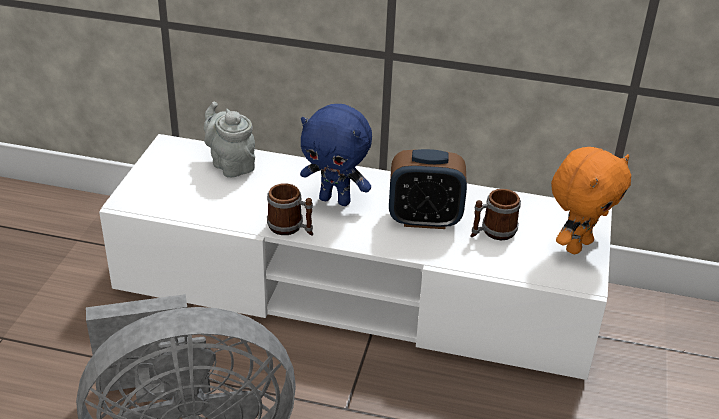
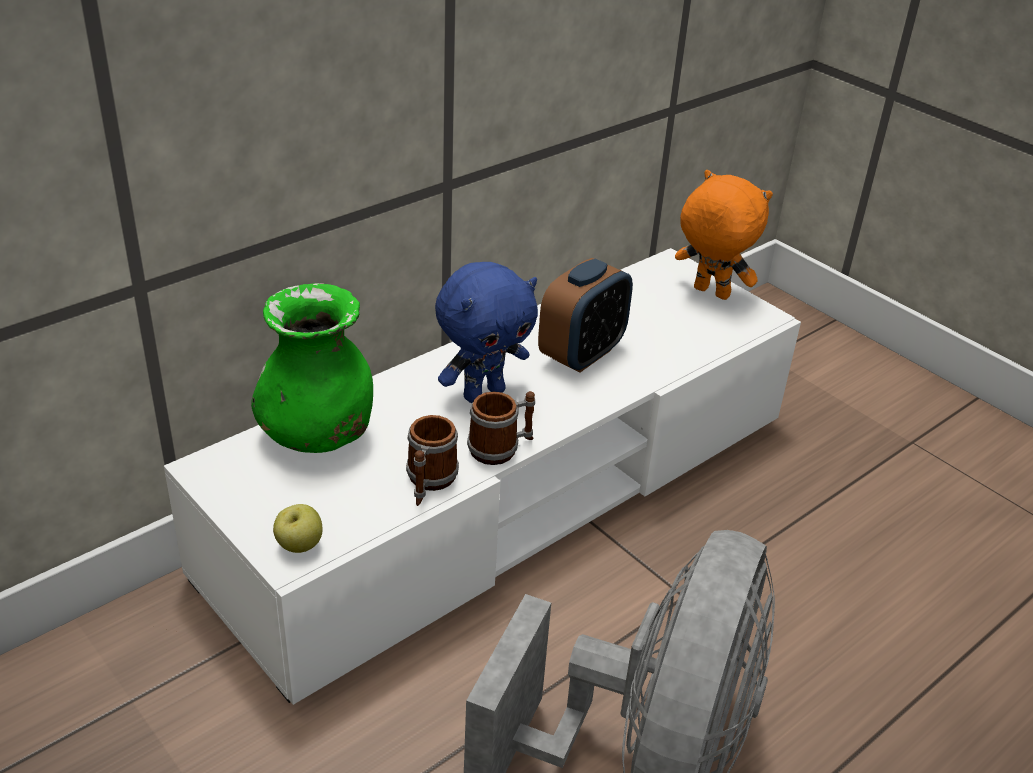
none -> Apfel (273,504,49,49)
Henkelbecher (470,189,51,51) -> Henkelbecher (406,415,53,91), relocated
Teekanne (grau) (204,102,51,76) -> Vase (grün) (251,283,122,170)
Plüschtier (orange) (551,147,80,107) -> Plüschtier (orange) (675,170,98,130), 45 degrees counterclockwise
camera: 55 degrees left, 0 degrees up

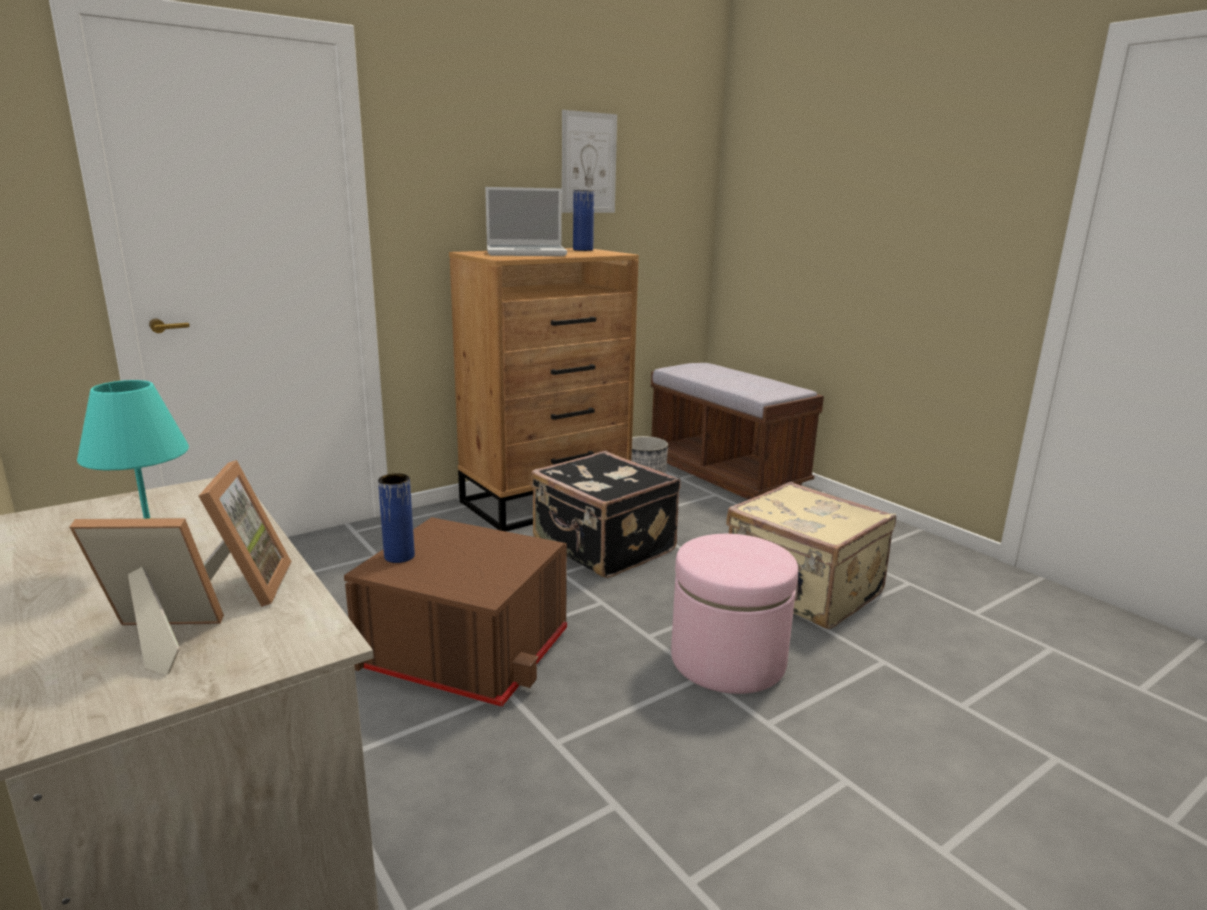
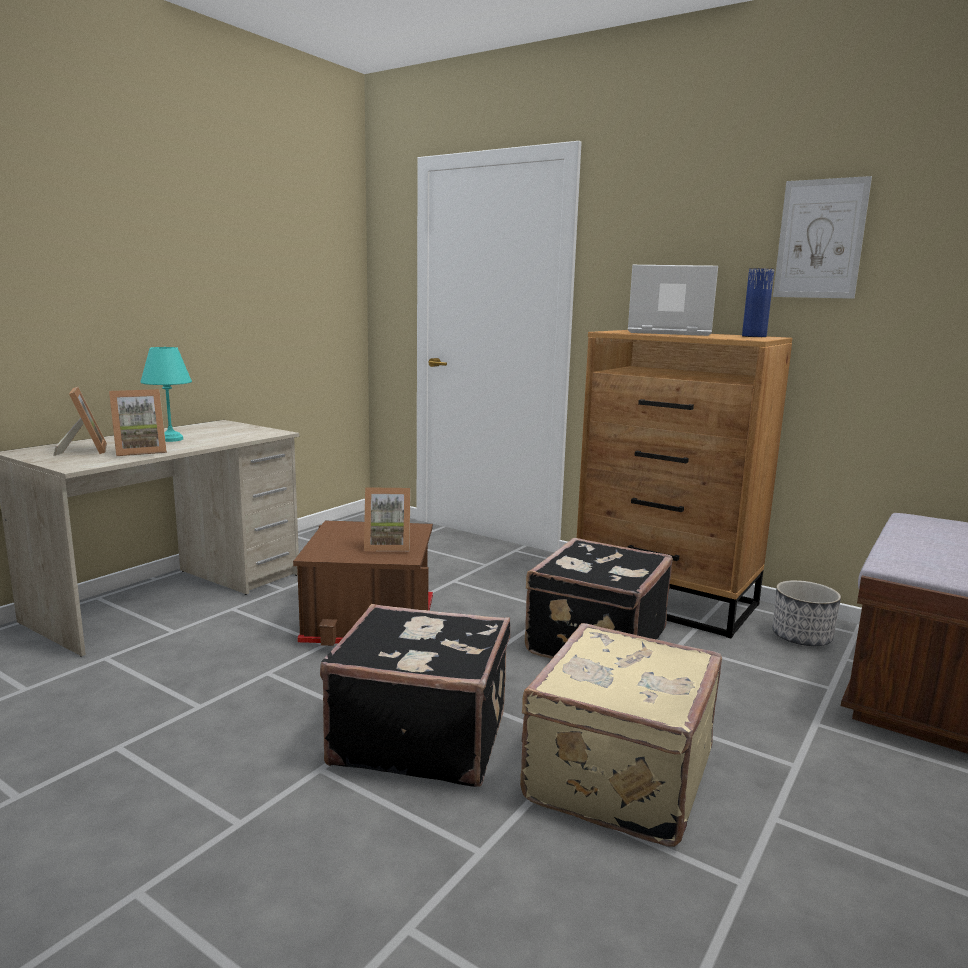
Vase (blau) (378,473,37,90) -> none
none -> Bilderrahmen (364,487,47,64)
Polsterhocker (rosa) (671,534,127,160) -> Koffer (schwarz) (320,604,190,183)
Laptop (485,187,82,69) -> Laptop (628,265,90,71), 135 degrees clockwise
camera: 70 degrees right, 5 degrees down

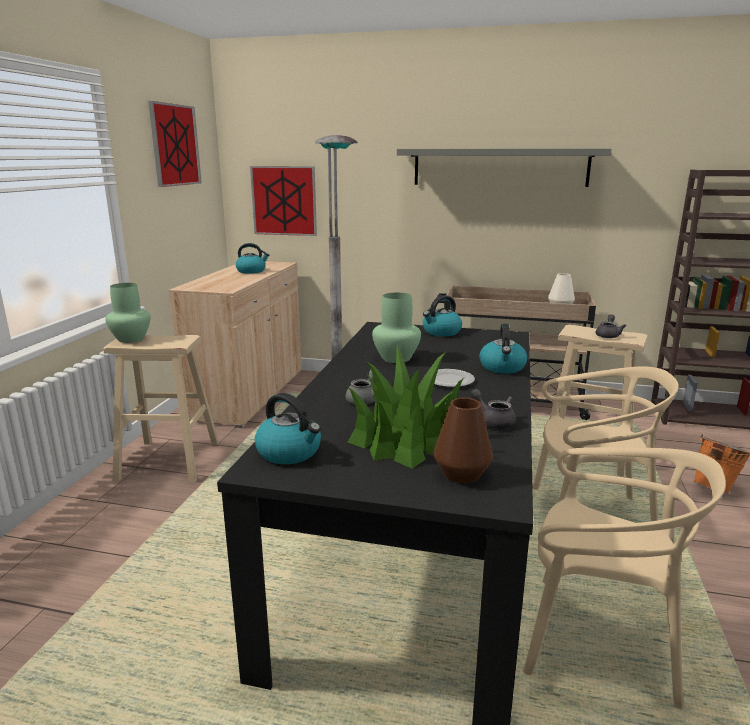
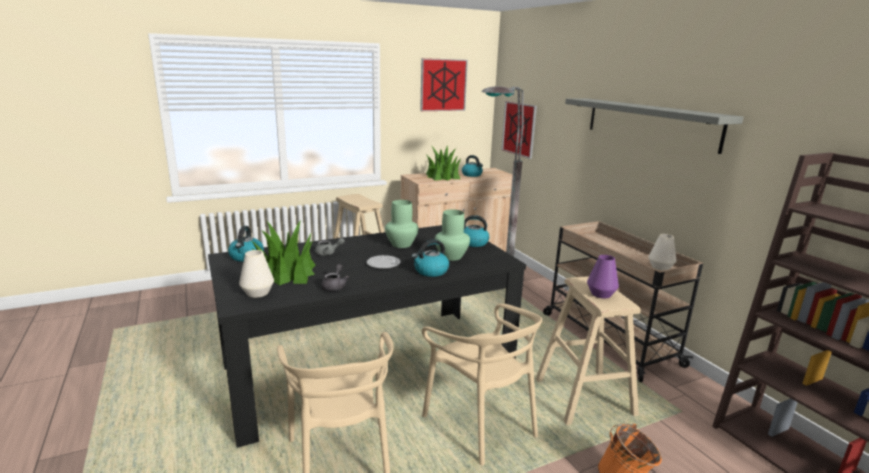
none -> Topfpflanze (426,145,35,36)
Vase (grün) (105,283,45,60) -> Vase (grün) (435,209,35,52), relocated
Teekanne (grau) (596,314,30,24) -> Vase (lila) (587,255,32,43)
Vase (braun) (433,398,60,85) -> Vase (weiß) (239,250,35,48)
camera: 50 degrees right, 0 degrees up

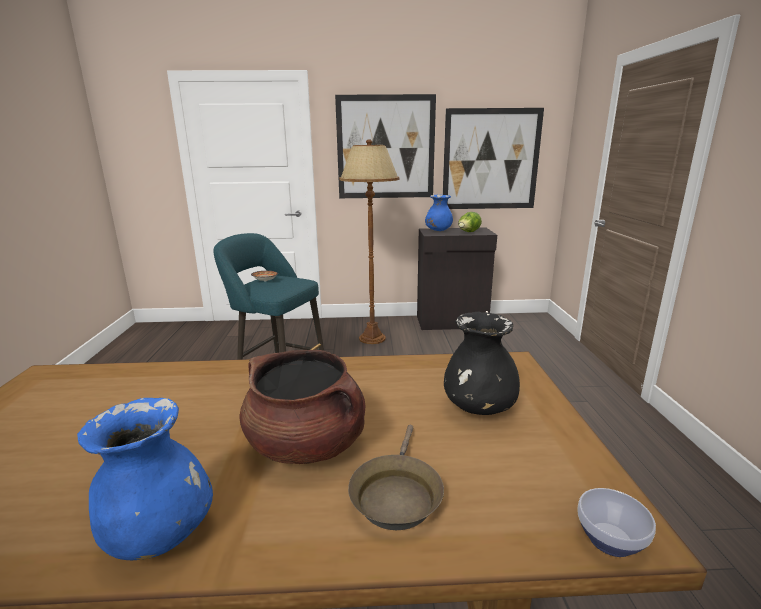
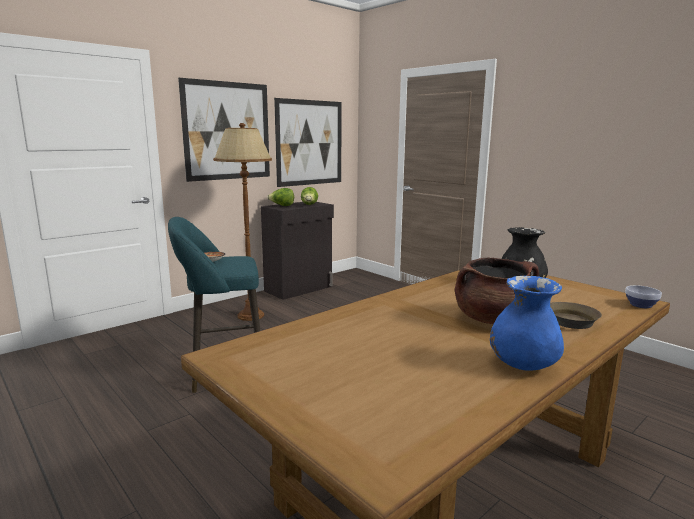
Vase (blau) (425,195,28,36) -> Salatkopf (267,188,27,18)
camera: 40 degrees left, 5 degrees down

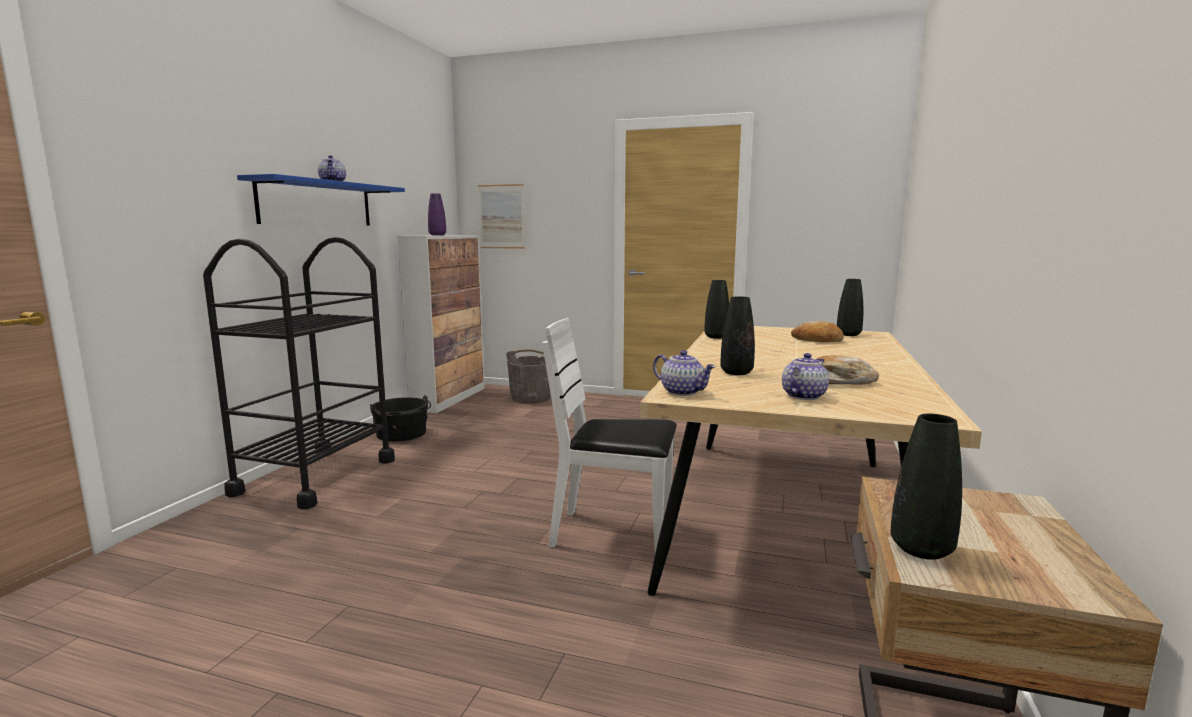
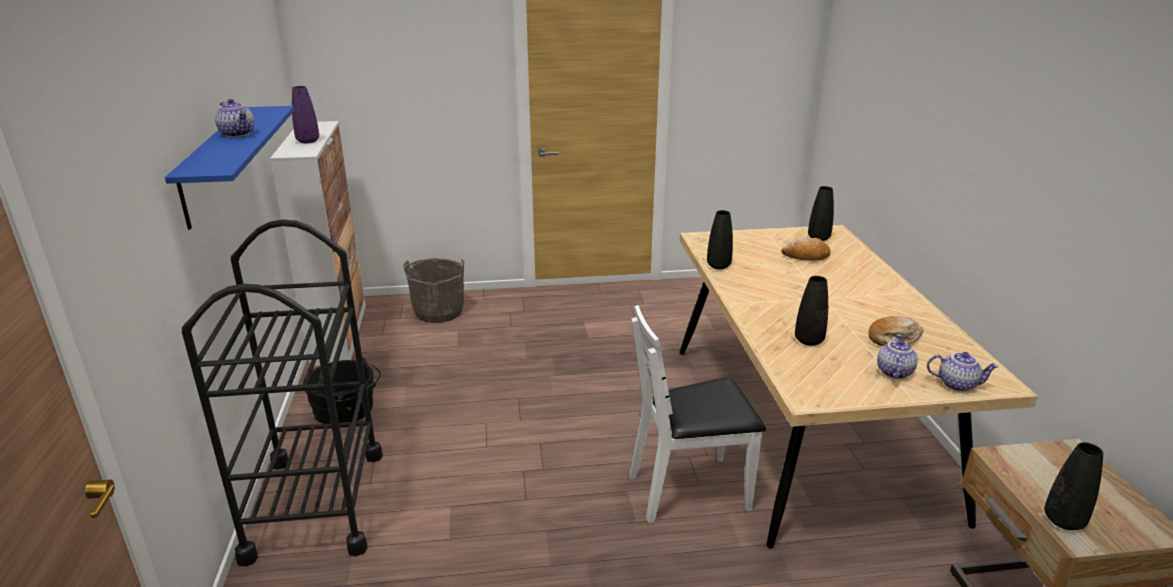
Bild (478,184,47,65) -> none
Teekanne (653,350,63,46) -> Teekanne (927,352,72,40), relocated
camera: 25 degrees left, 15 degrees up

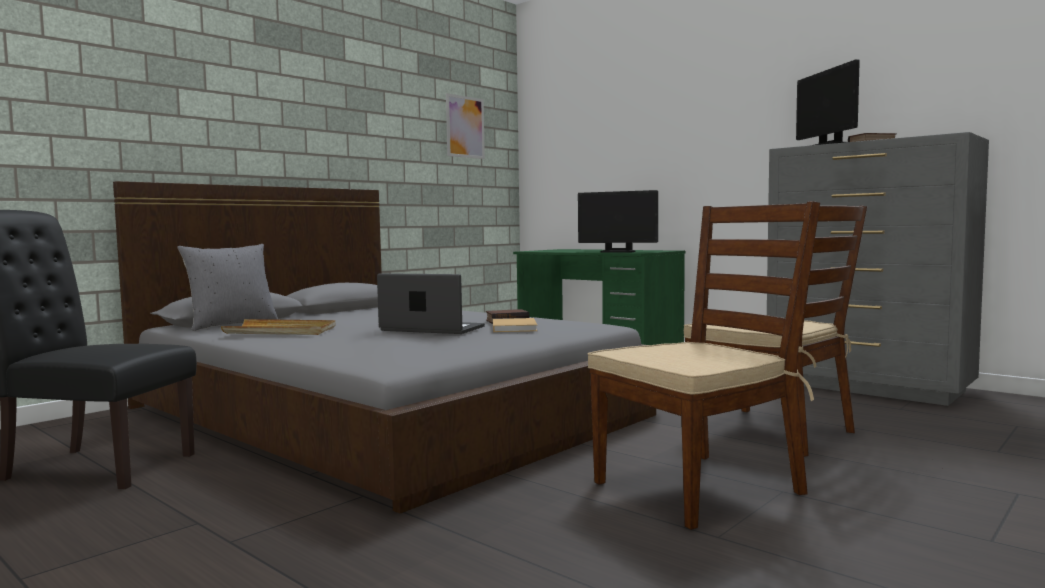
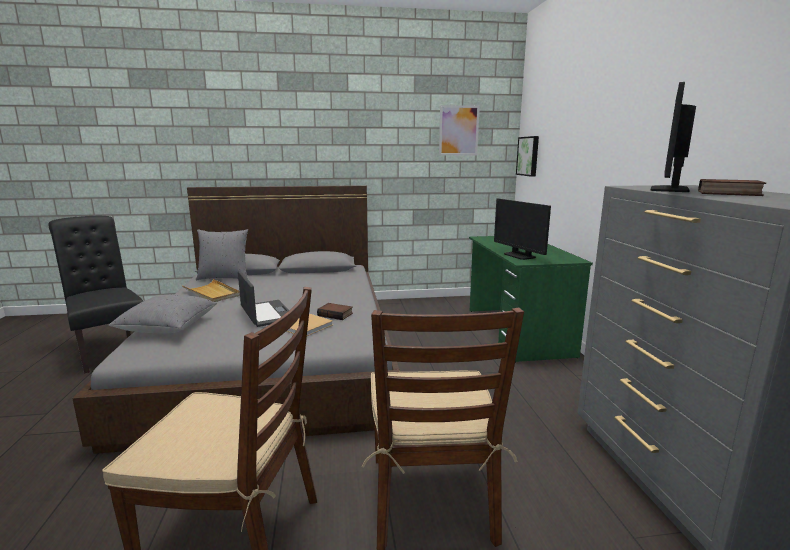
none -> Kissen (grau) (109,295,108,38)
none -> Bild (516,136,23,41)
camera: 40 degrees right, 10 degrees up

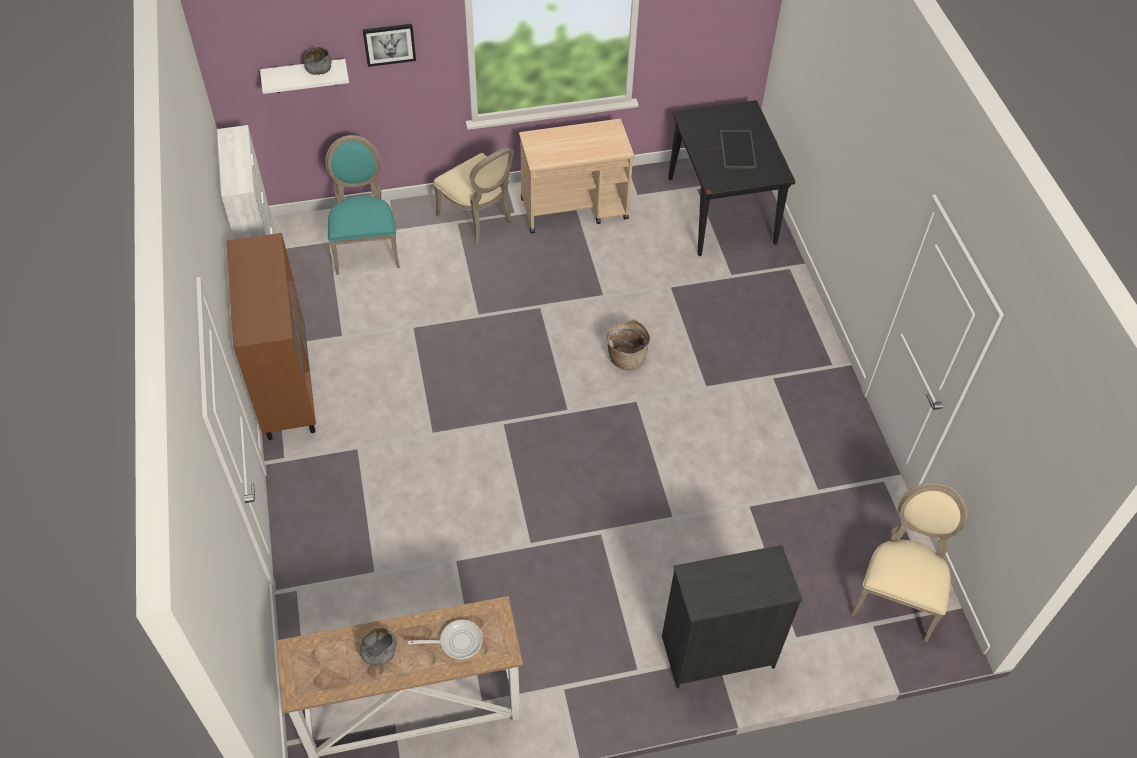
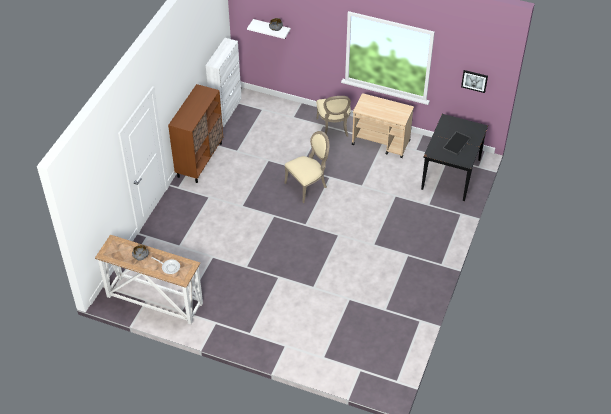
Stuhl (türkis) (325,135,75,140) -> none
Korb (606,320,44,50) -> none
Kommode (schwarz) (662,545,140,143) -> none
Bild (362,24,54,43) -> Bild (461,70,27,23), relocated
Stuhl (beige) (851,482,118,160) -> Stuhl (beige) (284,131,45,72), relocated
camera: 35 degrees right, 5 degrees down

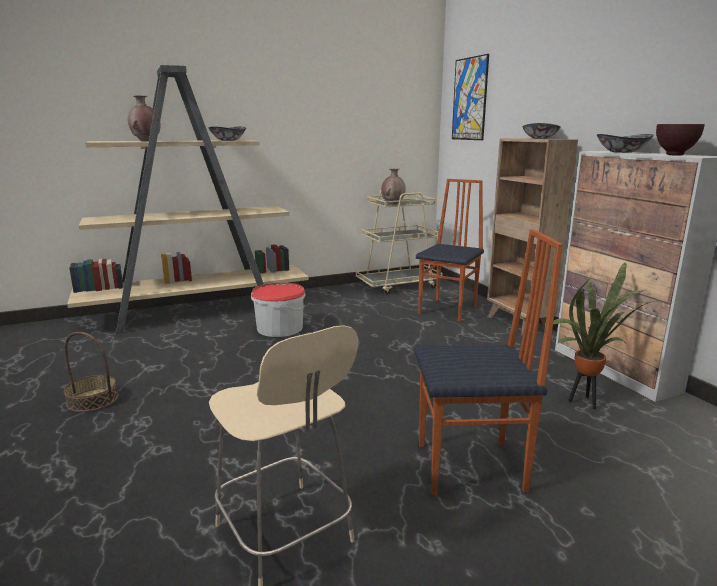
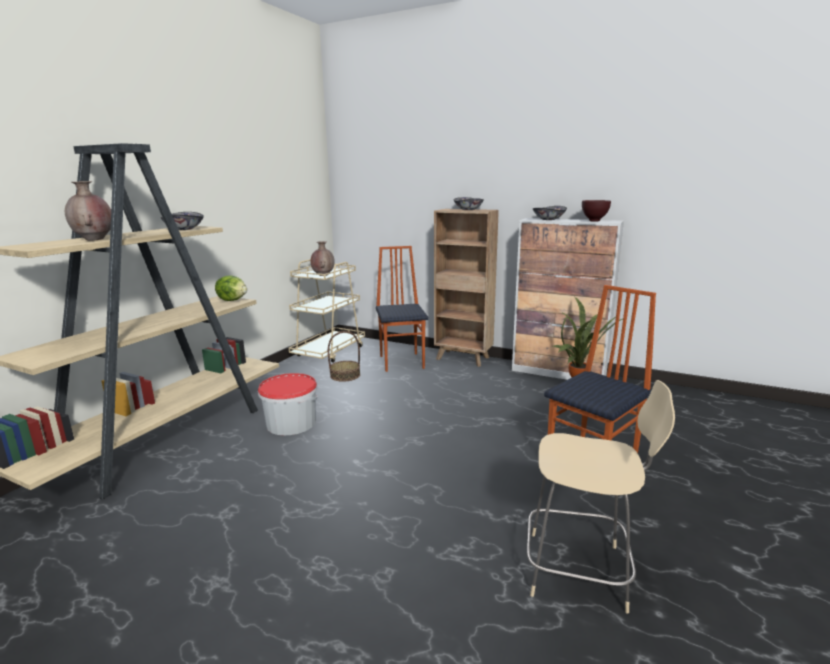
Bild (452,54,37,86) -> none
none -> Salatkopf (215,275,32,26)
Korb (64,332,55,80) -> Korb (328,331,32,51), relocated
camera: 40 degrees left, 0 degrees up

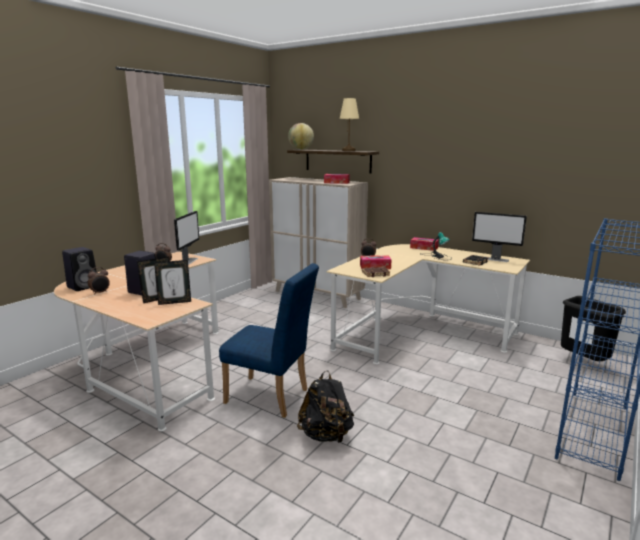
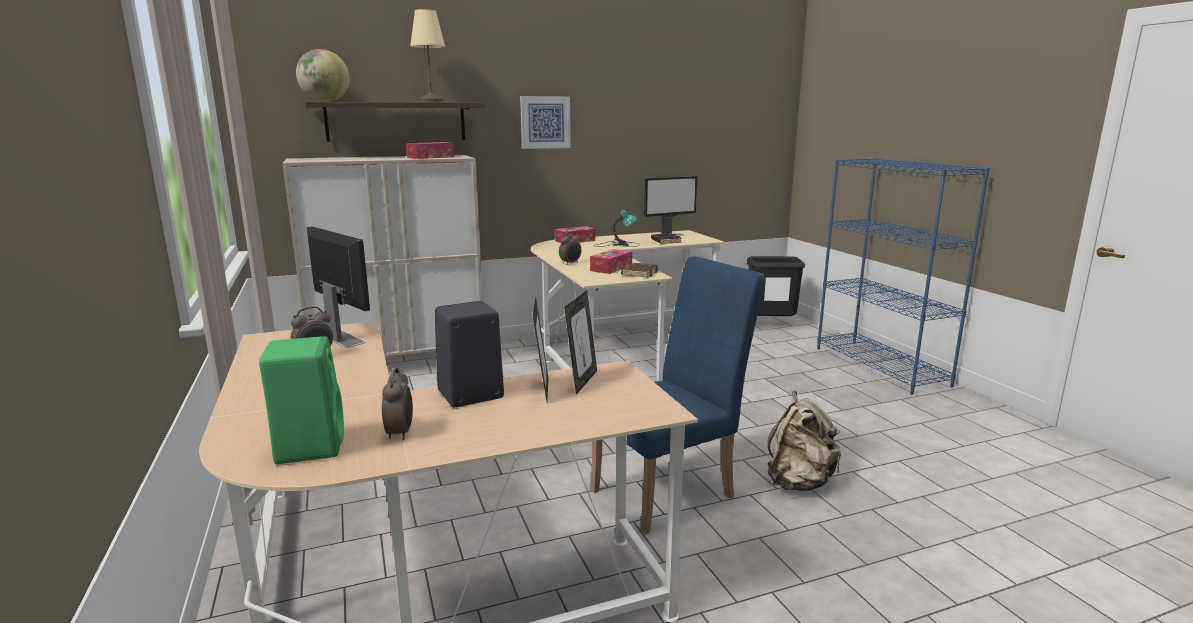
none -> Bild (520,96,51,53)
Lautsprecher (schwarz) (62,247,35,44) -> Lautsprecher (grün) (259,336,85,128)
Rucksack (schwarz) (297,370,57,73) -> Rucksack (beige) (767,391,74,100)
camera: 55 degrees left, 0 degrees up

